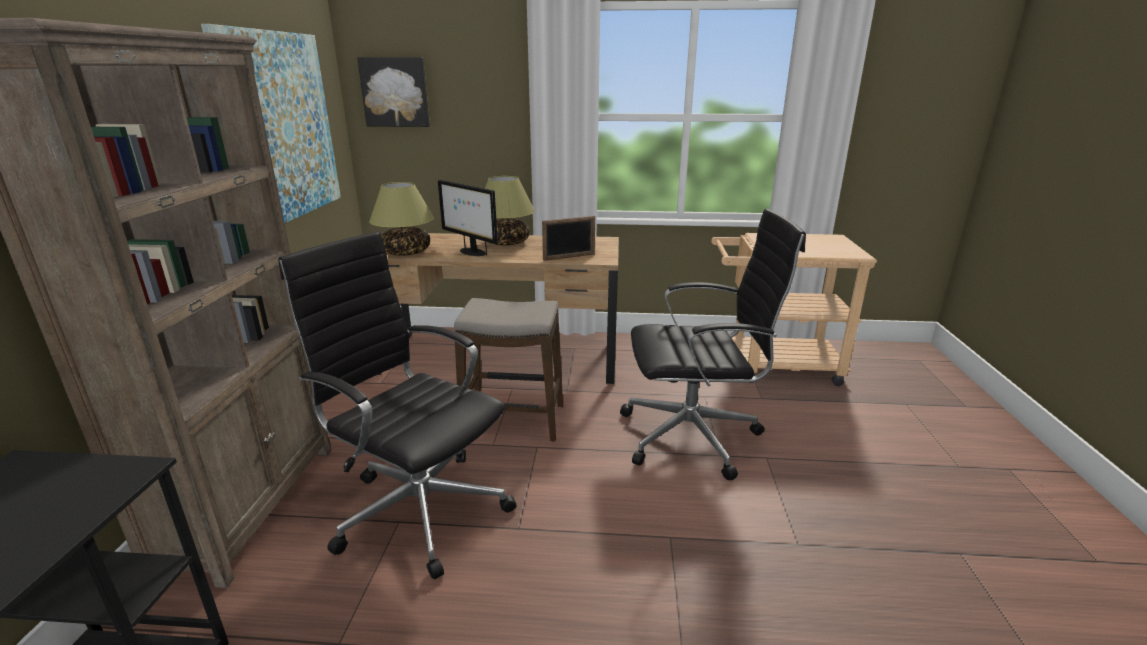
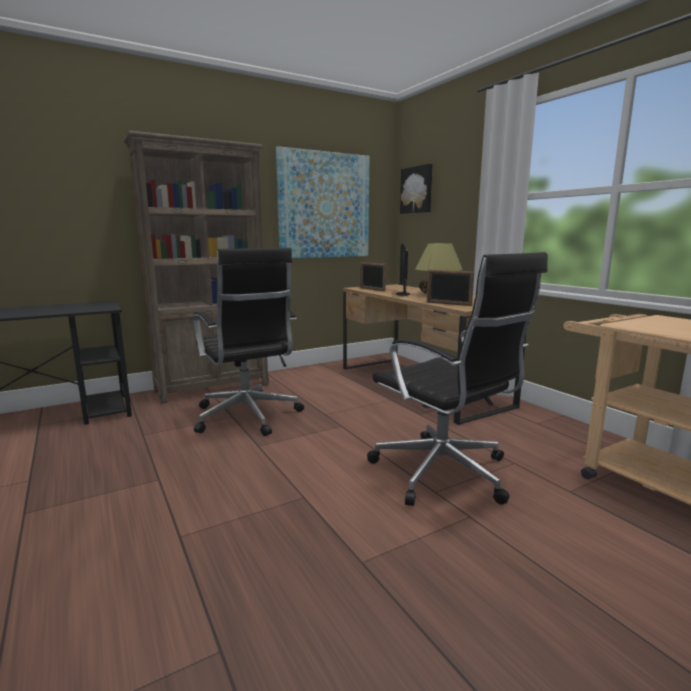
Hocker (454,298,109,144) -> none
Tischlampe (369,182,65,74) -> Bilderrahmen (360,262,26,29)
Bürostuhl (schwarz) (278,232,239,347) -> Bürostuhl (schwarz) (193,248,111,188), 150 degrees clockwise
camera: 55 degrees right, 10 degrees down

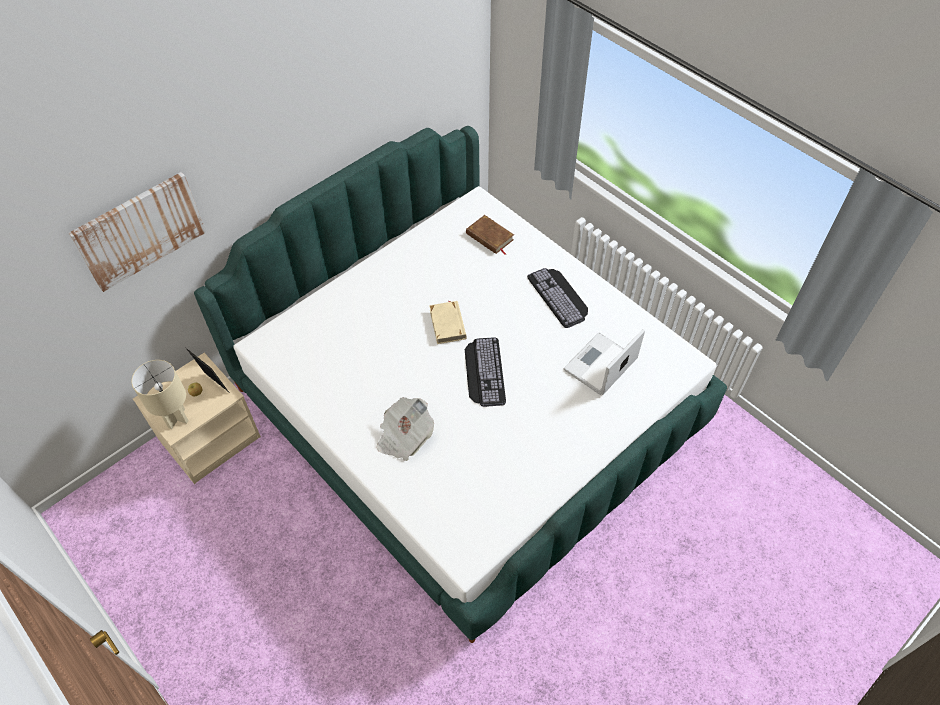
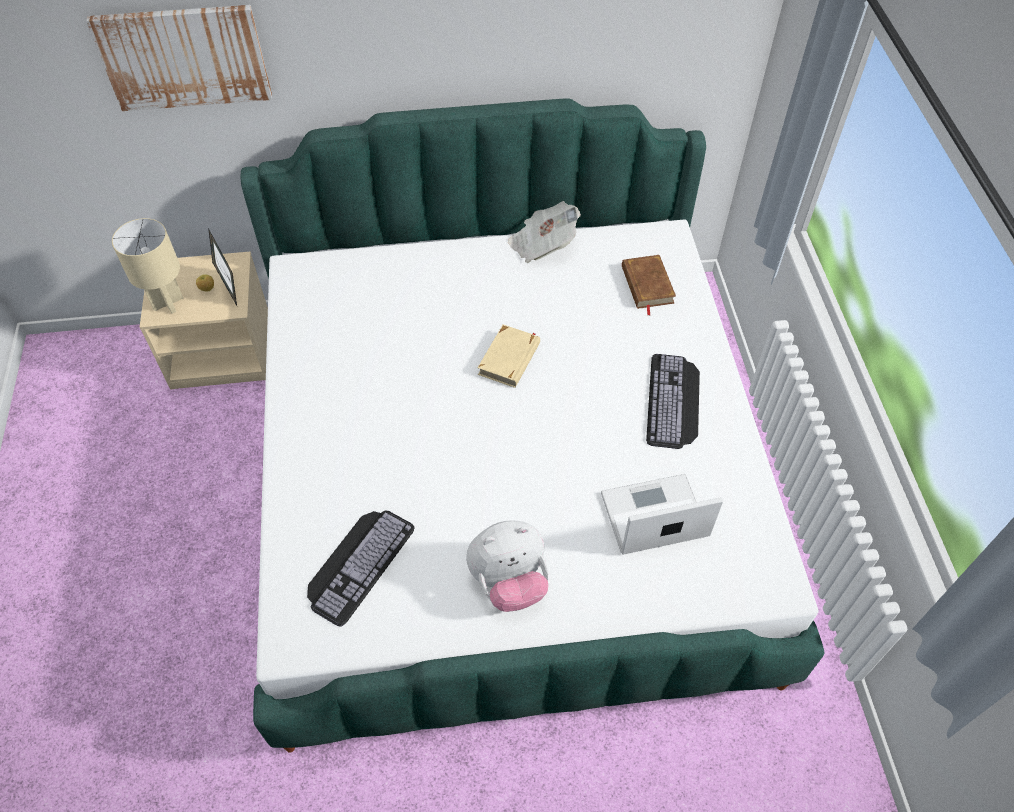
none -> Plüschtier (466,520,83,92)
Zeitung (376,397,58,64) -> Zeitung (508,201,73,62), relocated
Tastatur (465,337,41,70) -> Tastatur (307,510,108,117), relocated
camera: 35 degrees right, 0 degrees up

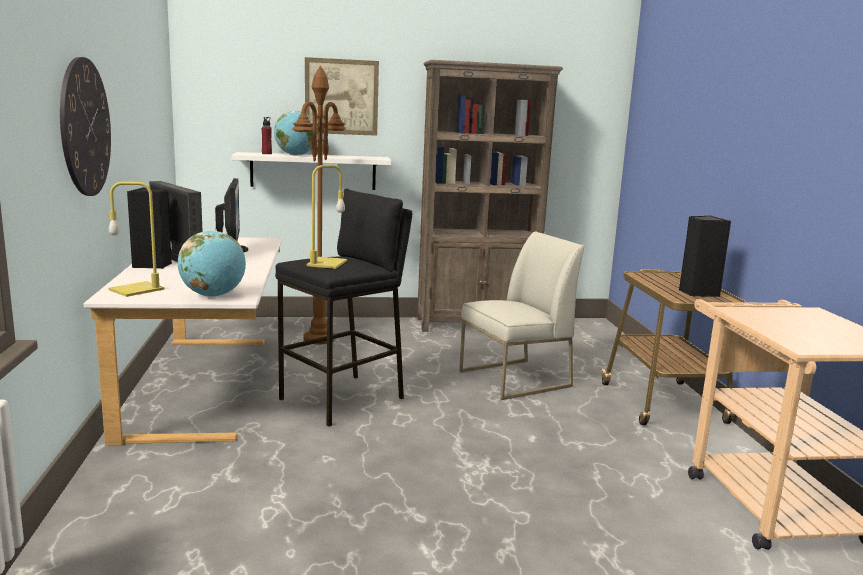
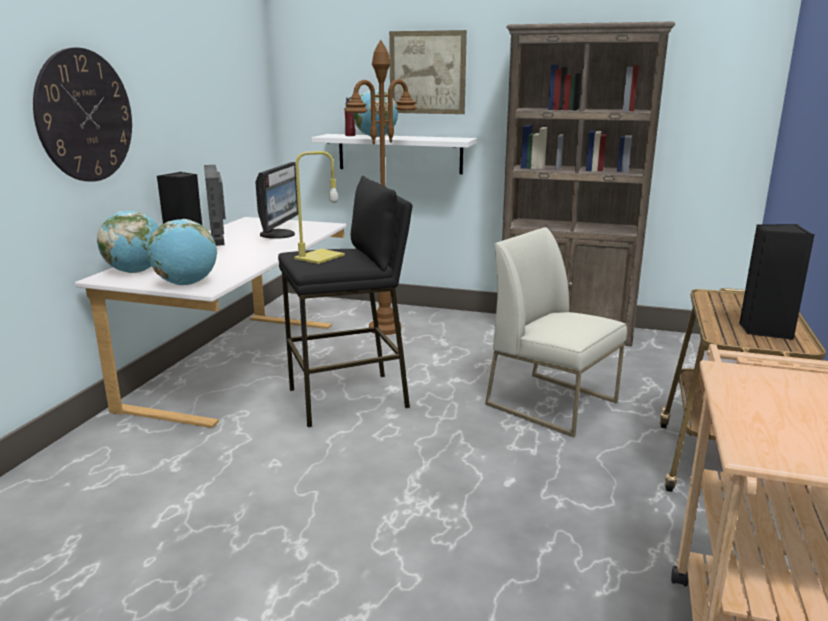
Tischlampe (gelb) (109,182,55,115) -> Globus (97,210,62,63)
Stuhl (weiß) (459,231,125,169) -> Stuhl (weiß) (485,227,142,210), 135 degrees counterclockwise
camera: 25 degrees right, 5 degrees up

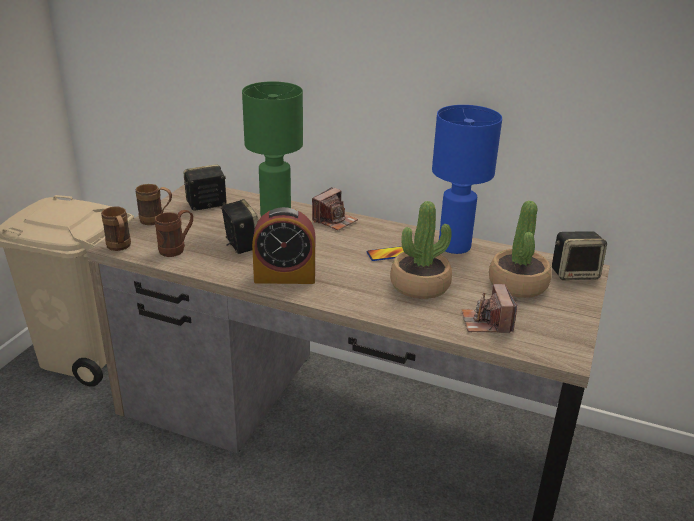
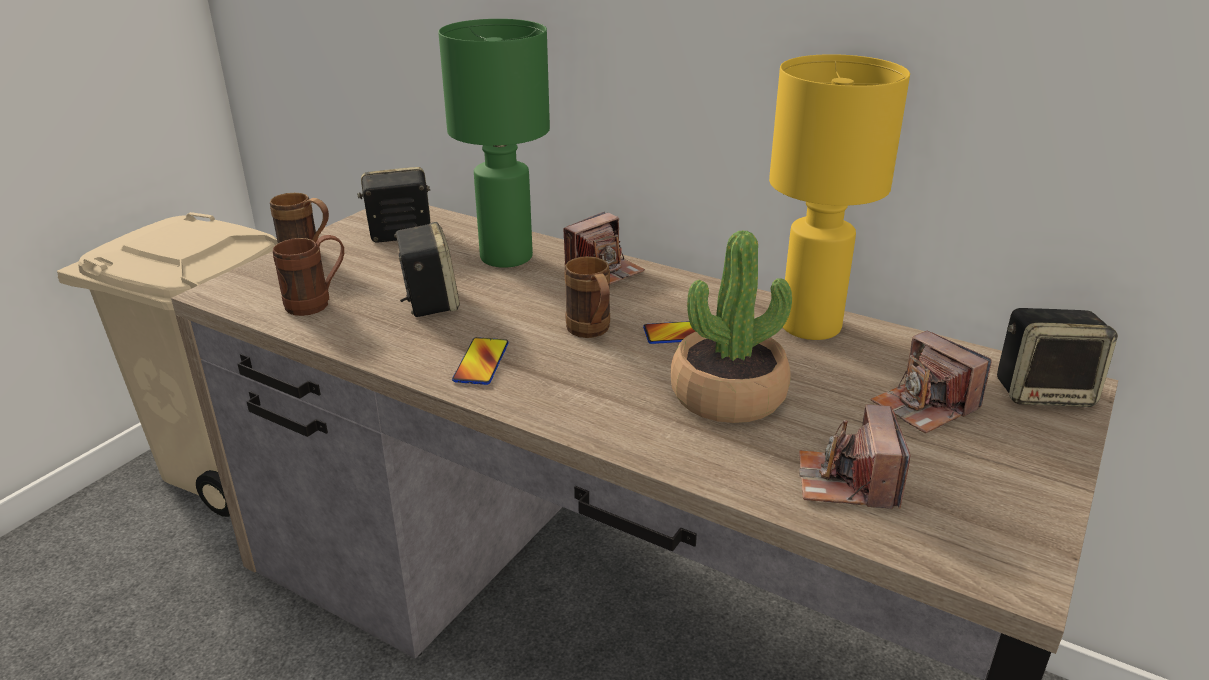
Henkelbecher (braun) (101,206,30,45) -> Henkelbecher (braun) (564,256,46,82), relocated
Wecker (252,207,63,77) -> Handy (452,337,57,48)
Topfpflanze (489,201,63,97) -> Kamera (871,331,121,103)
Tischlampe (blau) (432,105,70,149) -> Tischlampe (gelb) (769,54,141,286)
camera: 10 degrees right, 0 degrees up

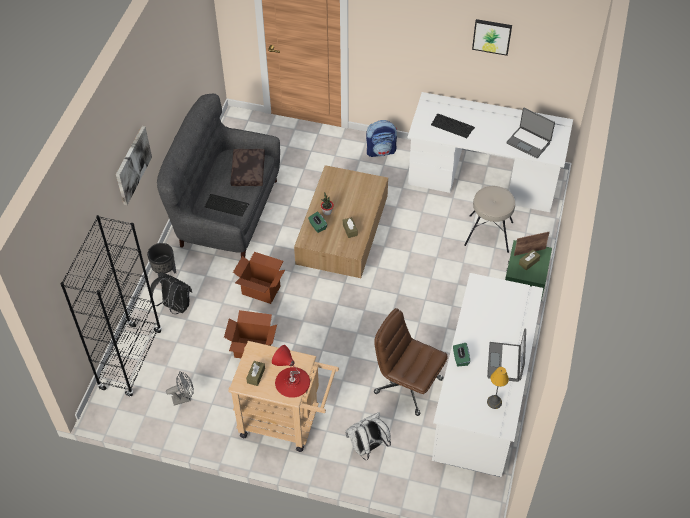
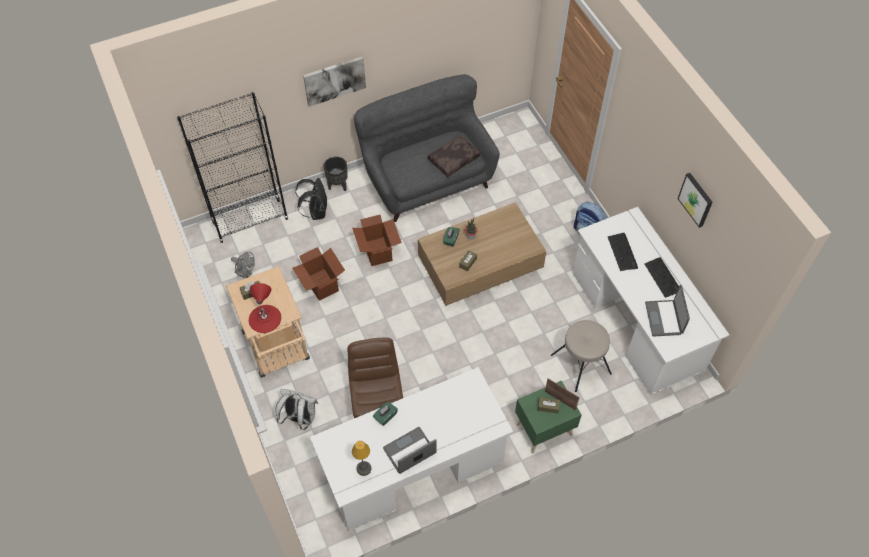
Tastatur (205,194,44,23) -> Tastatur (645,257,34,41), relocated
camera: 50 degrees right, 5 degrees up

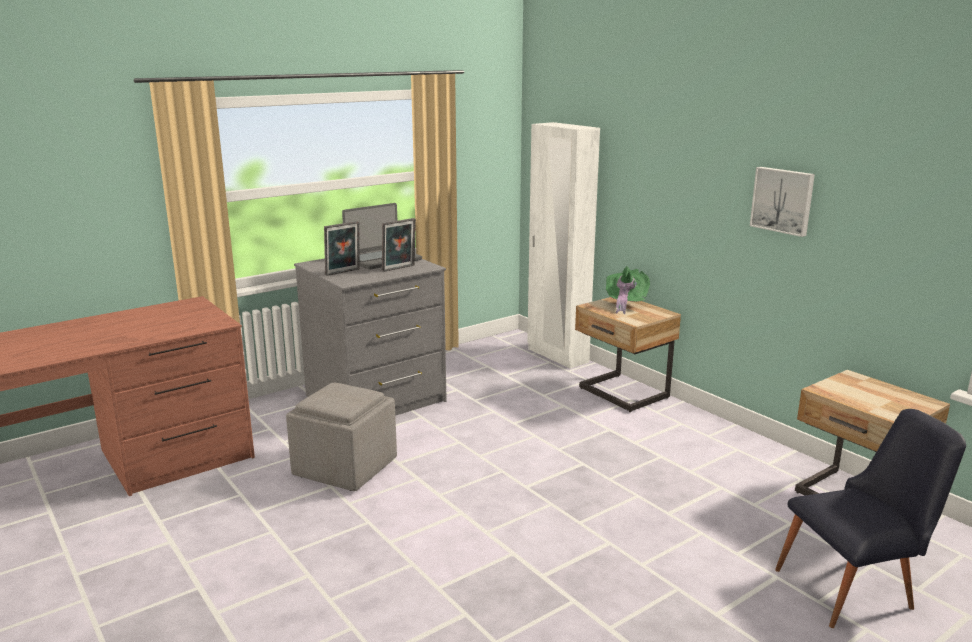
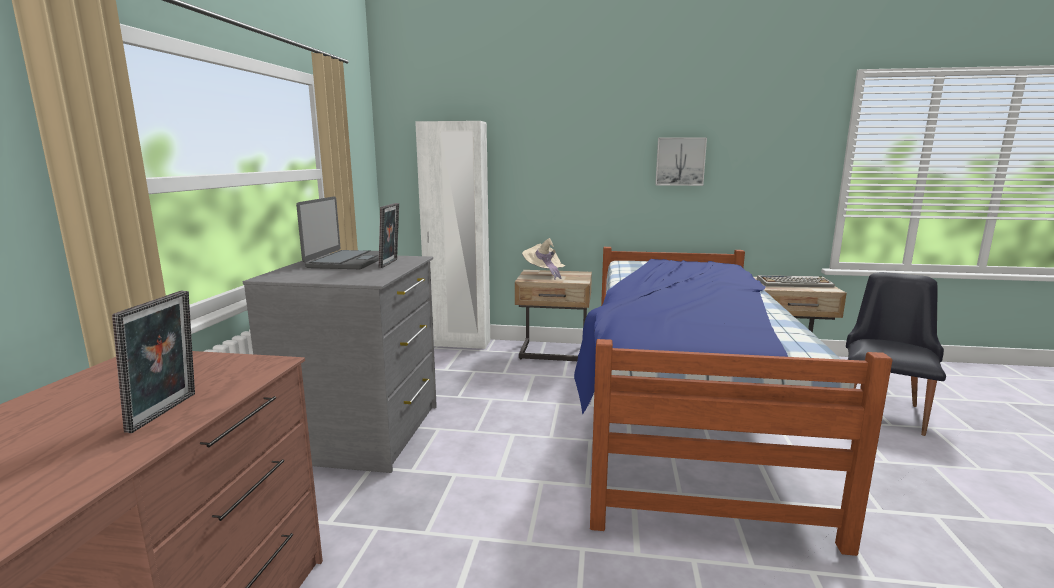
Polsterhocker (grau) (286,383,111,108) -> none
none -> Bett (574,247,318,309)
none -> Tastatur (757,275,78,13)
Bilderrahmen (324,221,36,55) -> Bilderrahmen (112,290,83,143), relocated
Hut (grün) (606,266,44,48) -> Hut (beige) (522,238,43,42)
camera: 45 degrees left, 5 degrees down

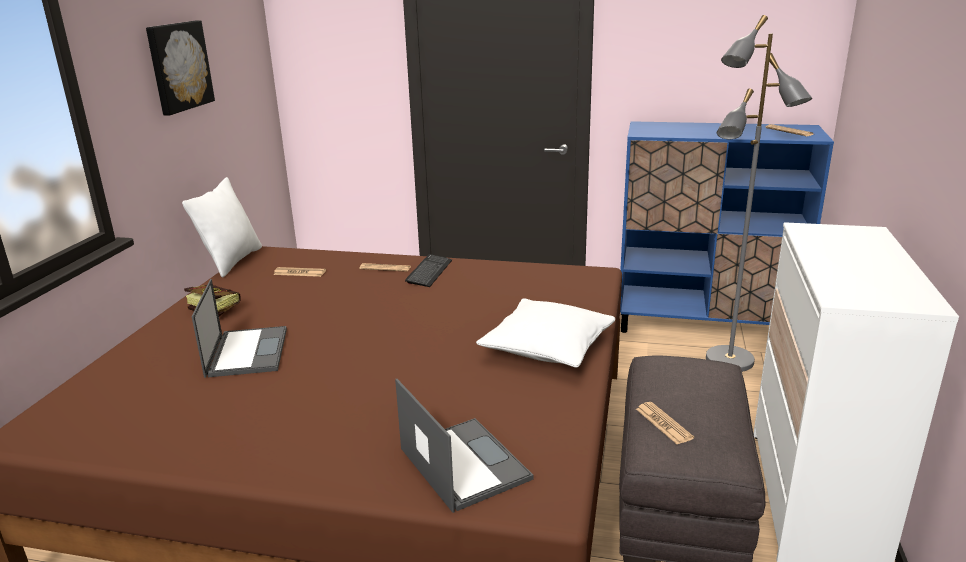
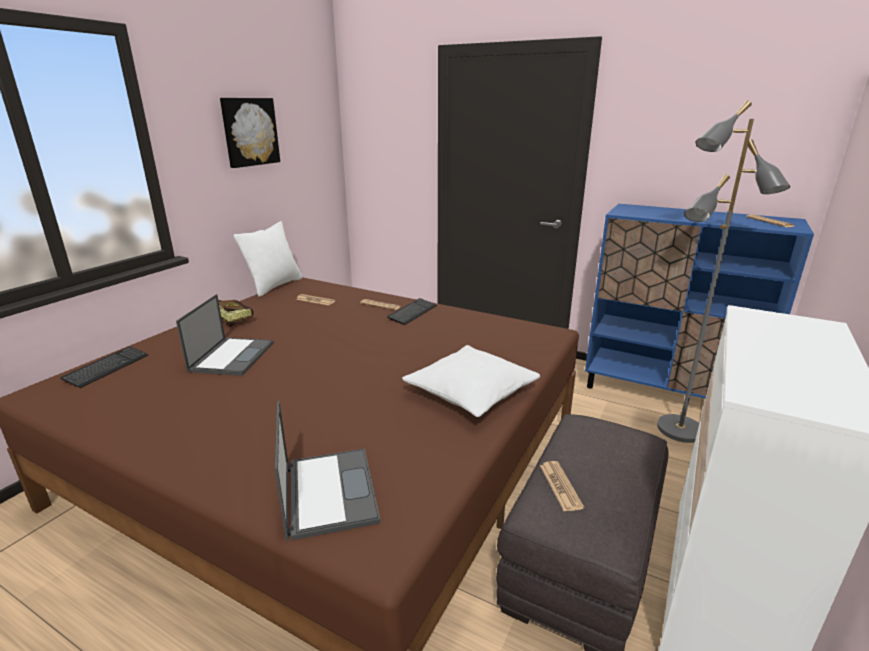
none -> Tastatur (60,347,88,41)
camera: 15 degrees right, 0 degrees up

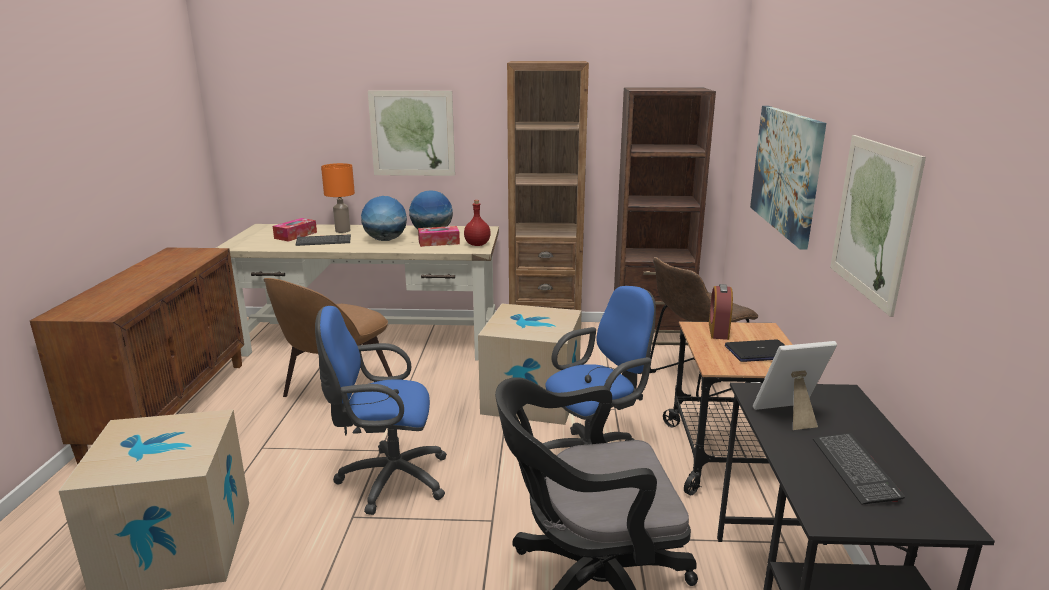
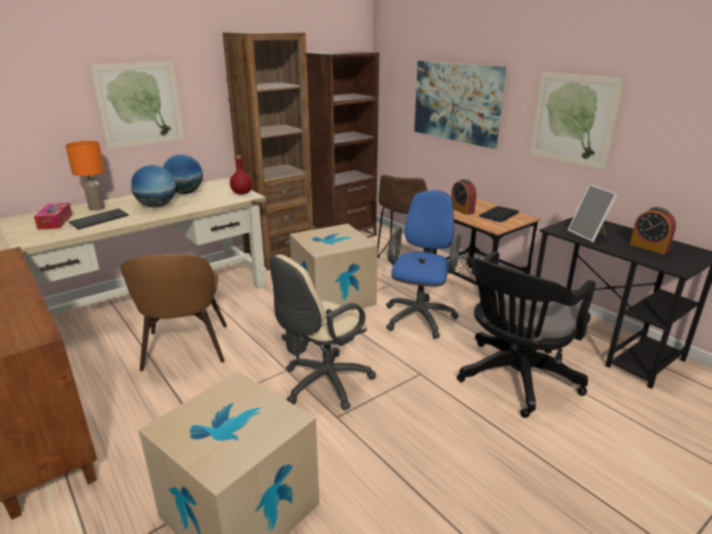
Taschentuchbox (418,226,42,21) -> none
Tastatur (813,433,92,72) -> Wecker (630,207,46,47)
Bürostuhl (blau) (315,306,132,209) -> Bürostuhl (beige) (270,255,106,155)
Bilderrahmen (753,341,84,89) -> Bilderrahmen (567,184,51,58), 60 degrees counterclockwise
camera: 40 degrees left, 5 degrees up

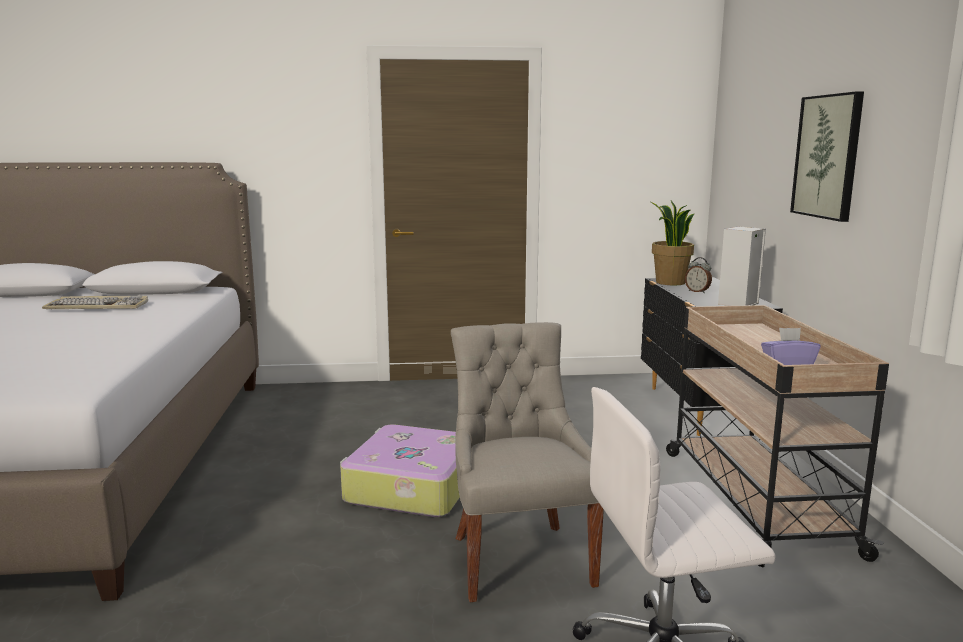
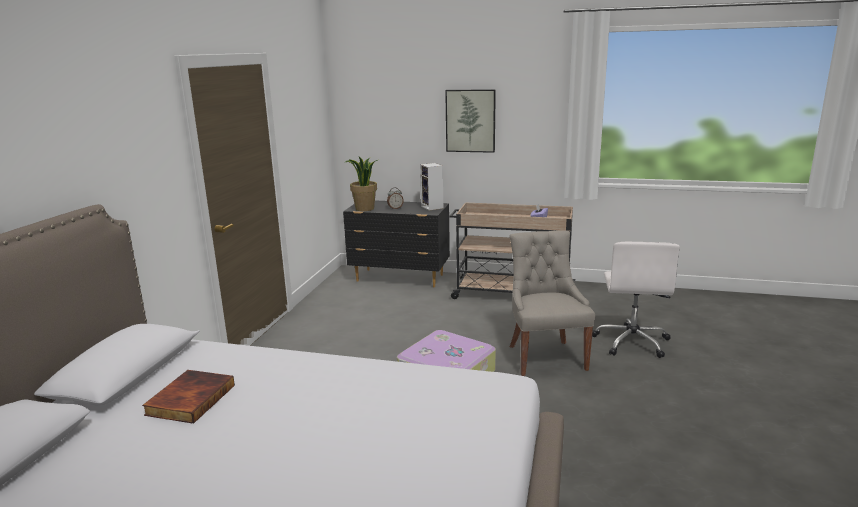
Tastatur (42,296,106,13) -> Buch (142,370,93,54)
Stuhl (grau) (451,322,153,280) -> Stuhl (grau) (510,230,85,146), 75 degrees clockwise
camera: 70 degrees left, 5 degrees up

